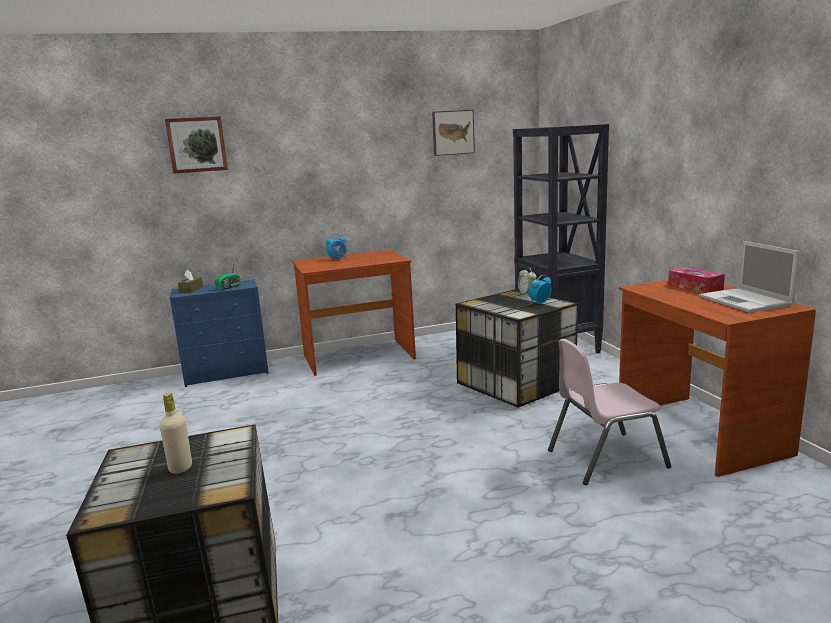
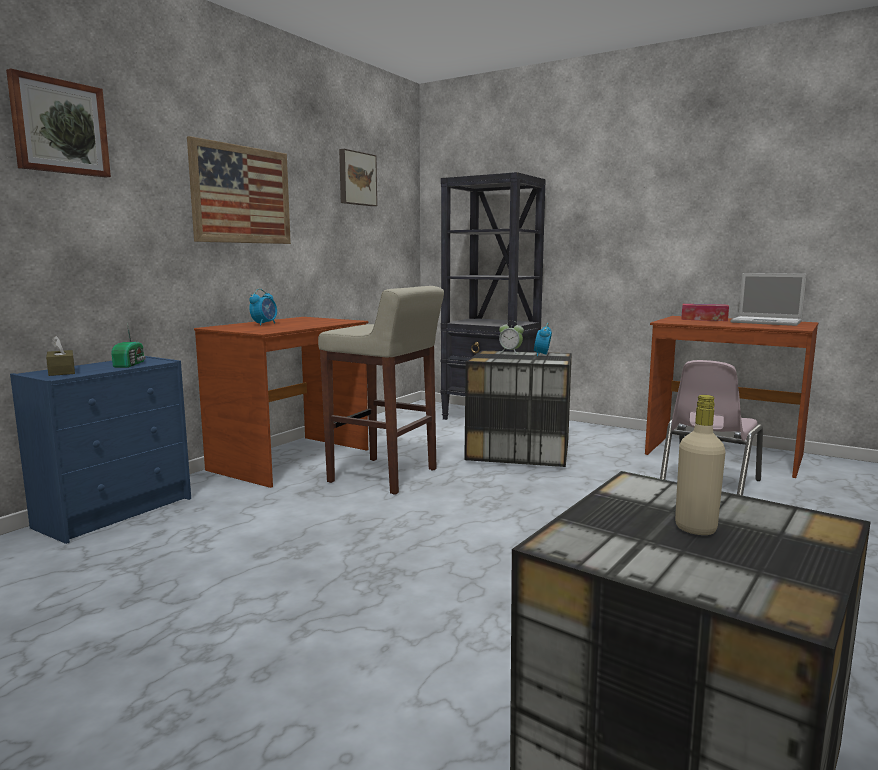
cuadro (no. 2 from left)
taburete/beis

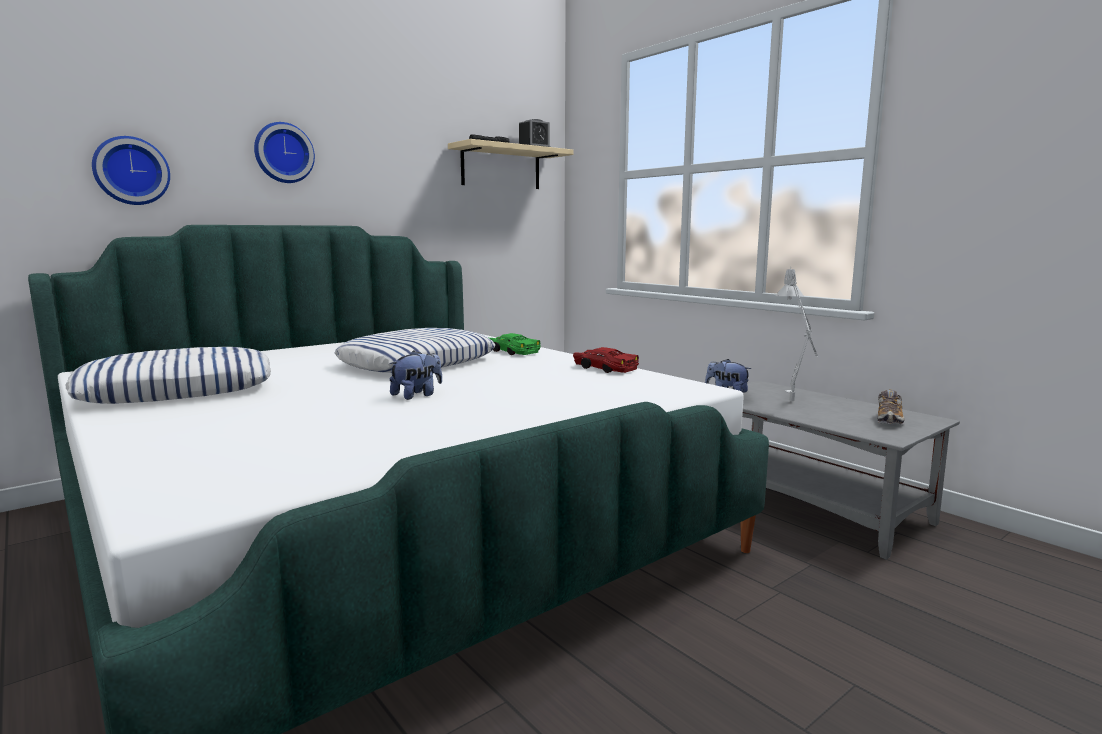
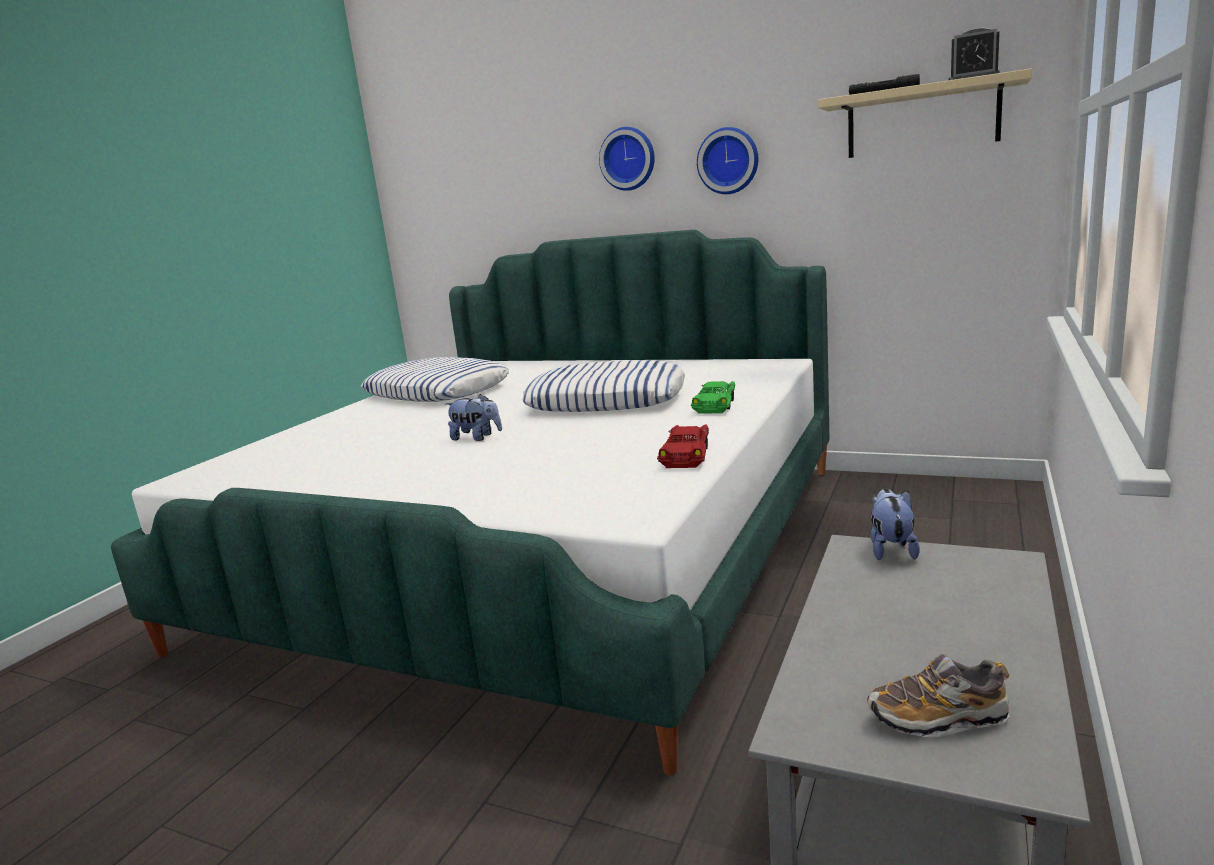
reloj de pared (no. 2 from left)
lámpara de mesa/gris

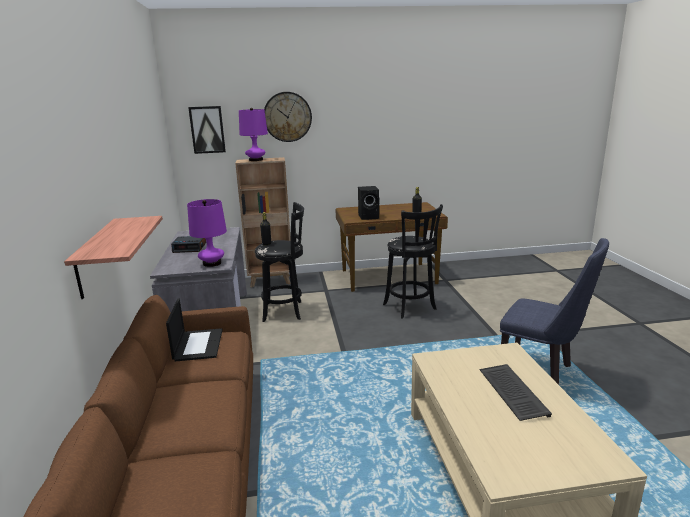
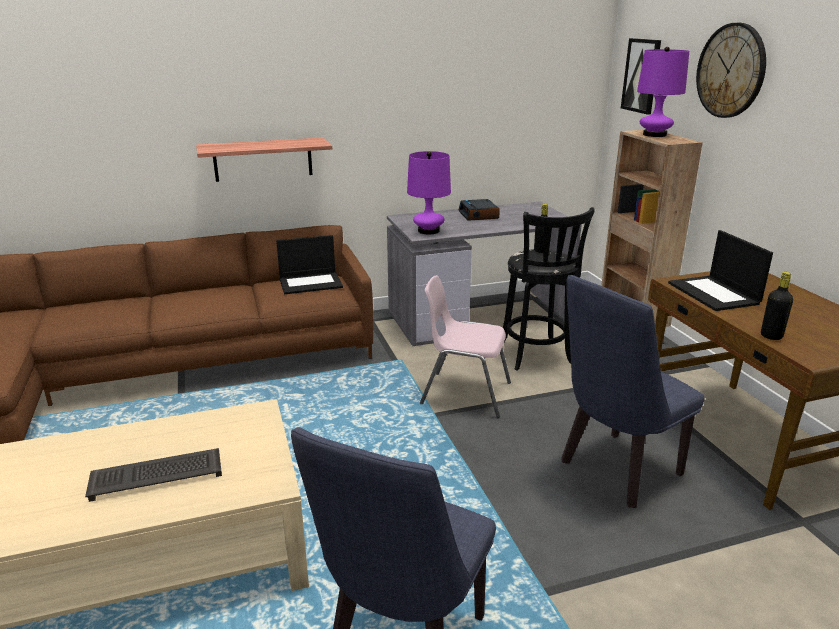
portátil (no. 2 from left)
silla/azul (no. 2 from left)
silla/rosa

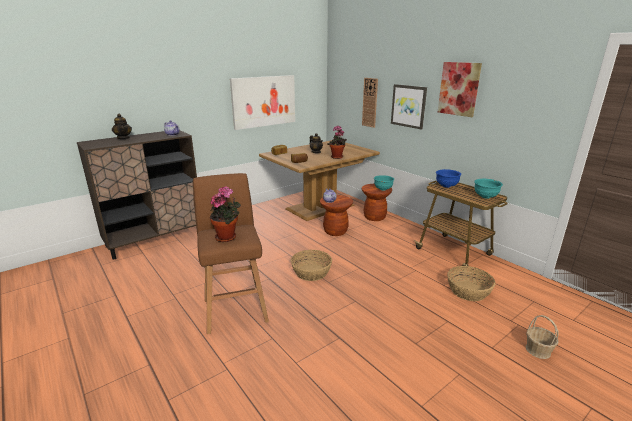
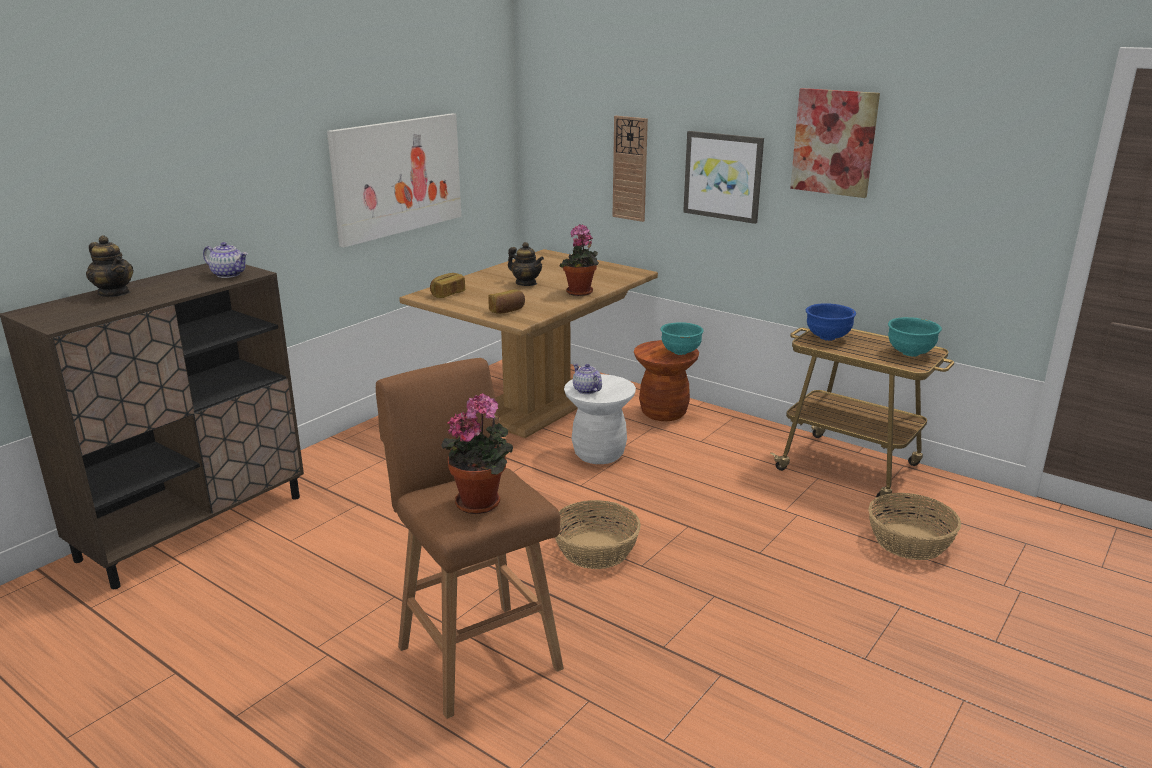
taburete/blanco
cesta (no. 3 from left in the first image)

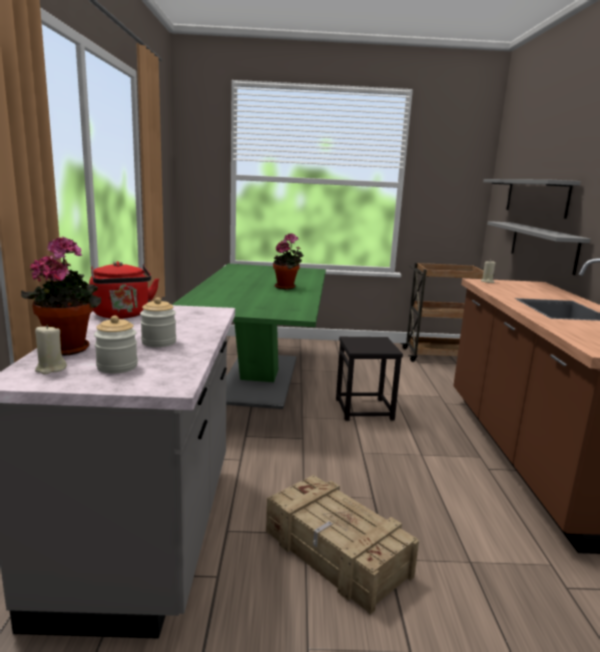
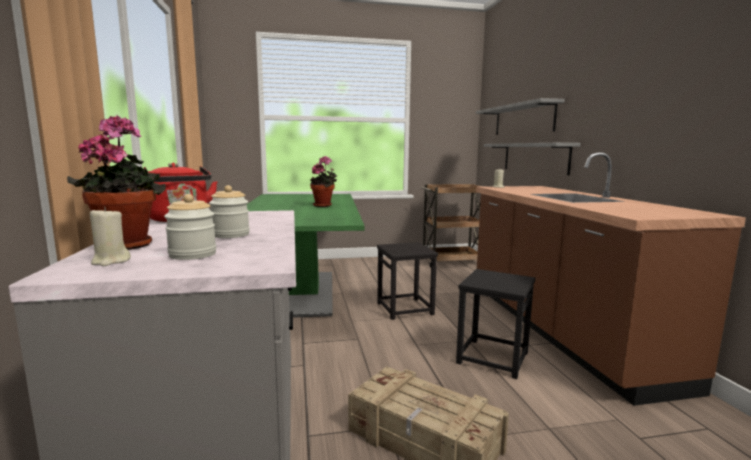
taburete/negro (no. 2 from left)

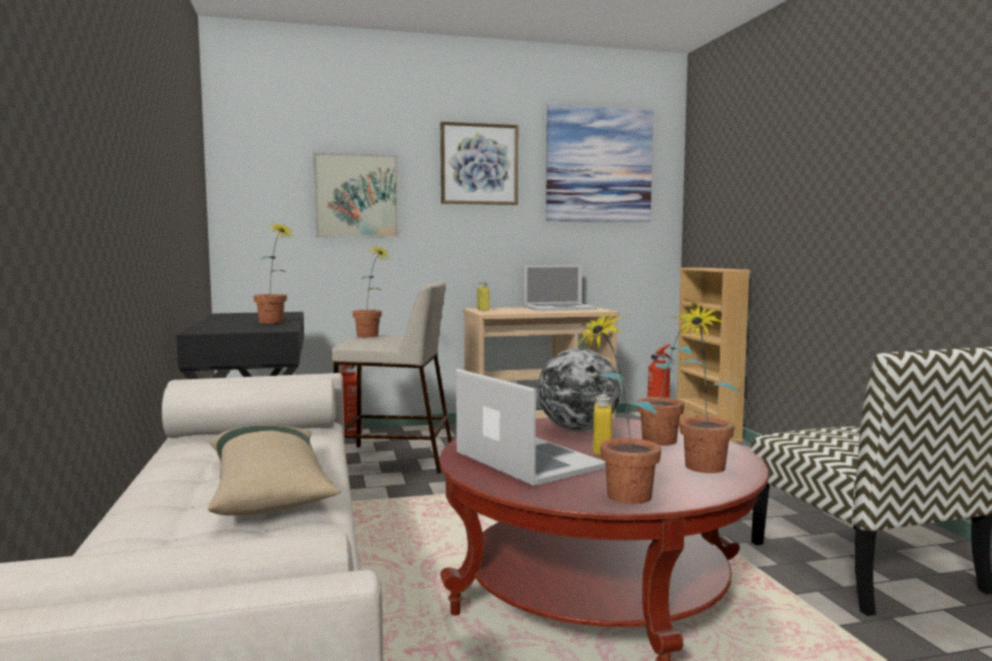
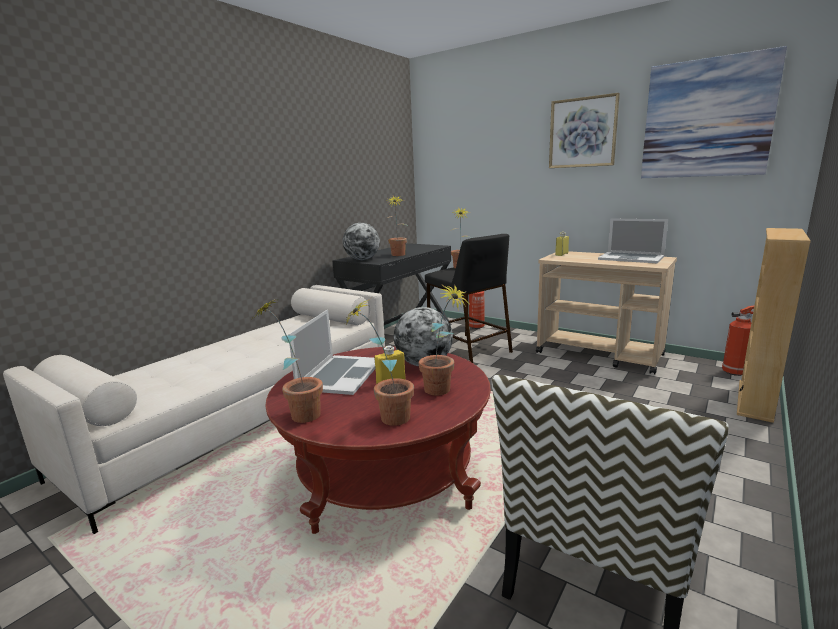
cojín/beis
cuadro (no. 1 from left in the first image)
taburete/negro
globo terráqueo (no. 1 from left)

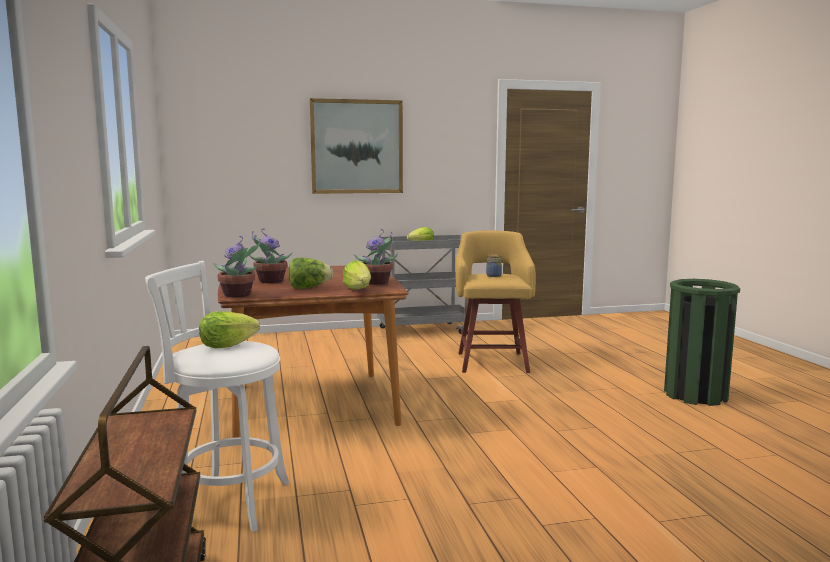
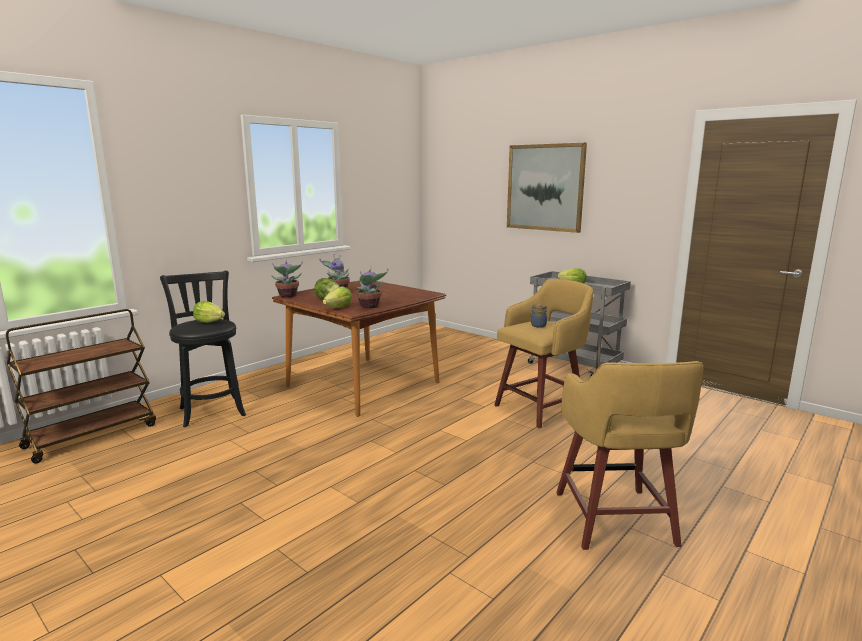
taburete/negro
taburete/amarillo (no. 2 from left)

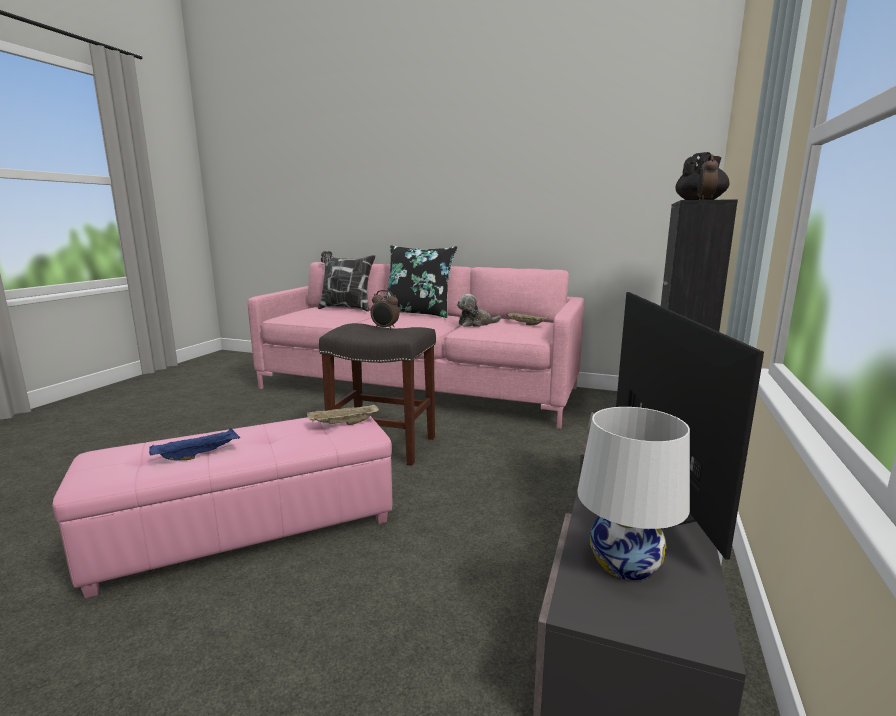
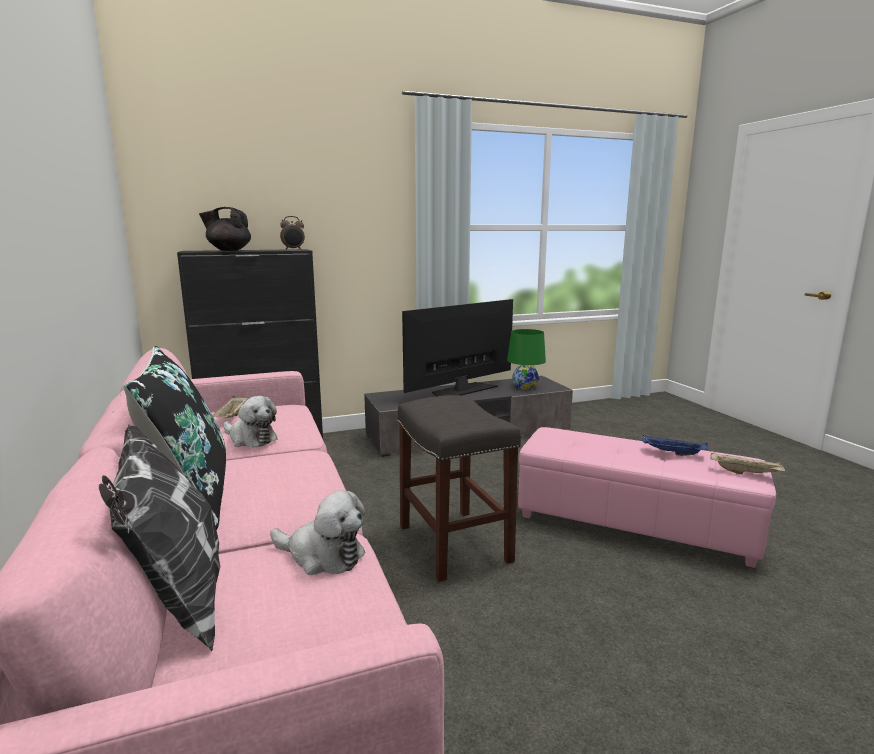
bandeja/beis (no. 2 from left)
despertador (no. 1 from left in the first image)
lámpara de mesa/verde
peluche (no. 2 from left)

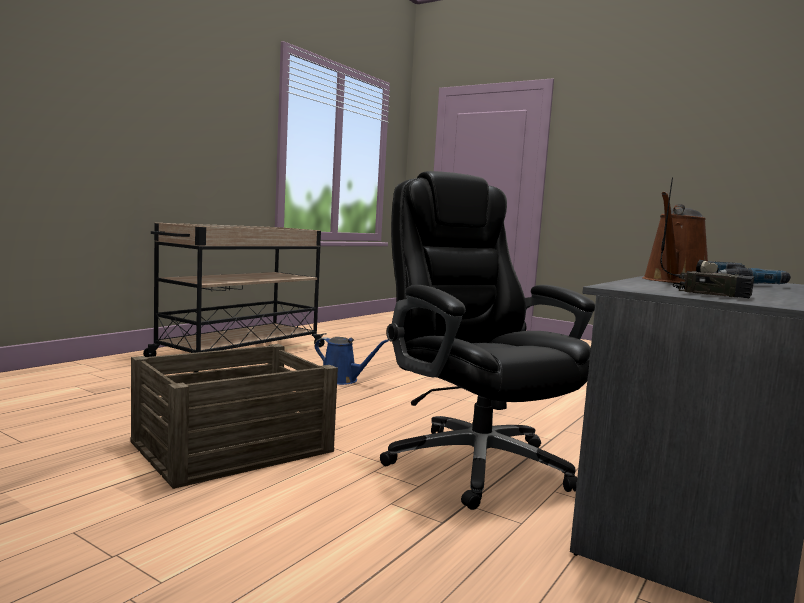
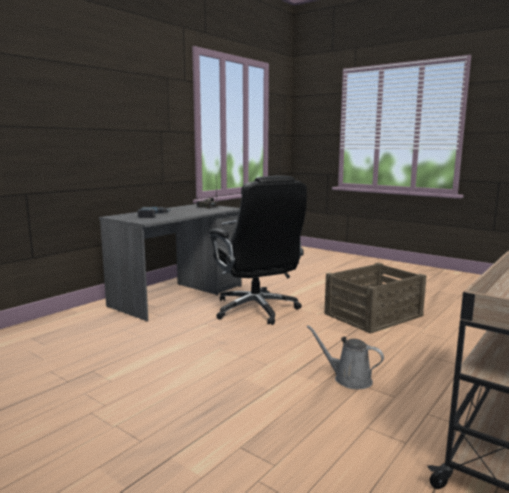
regadera/gris
regadera/marrón

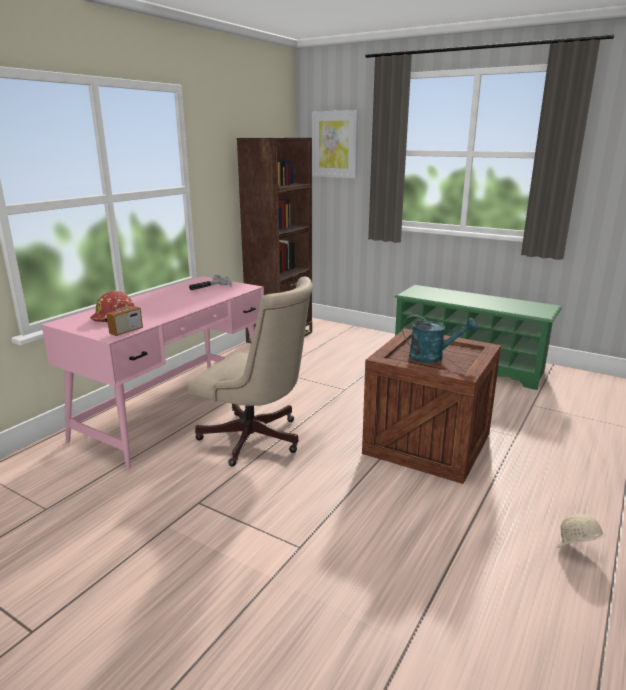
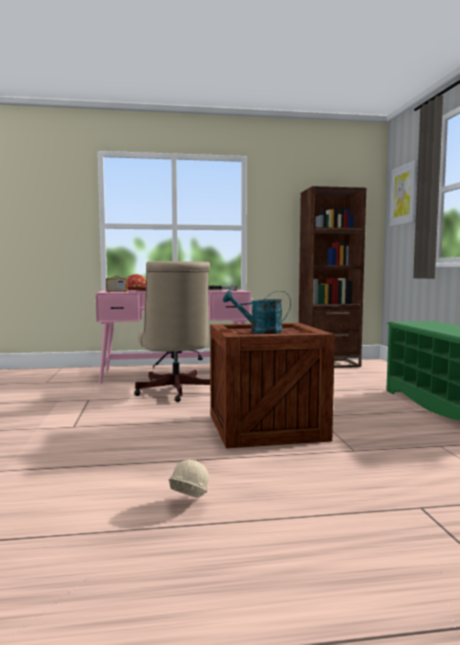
regadera/turquesa

